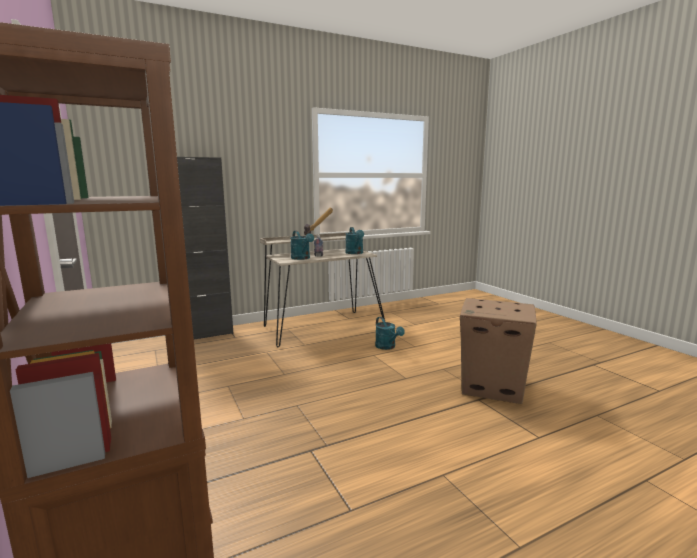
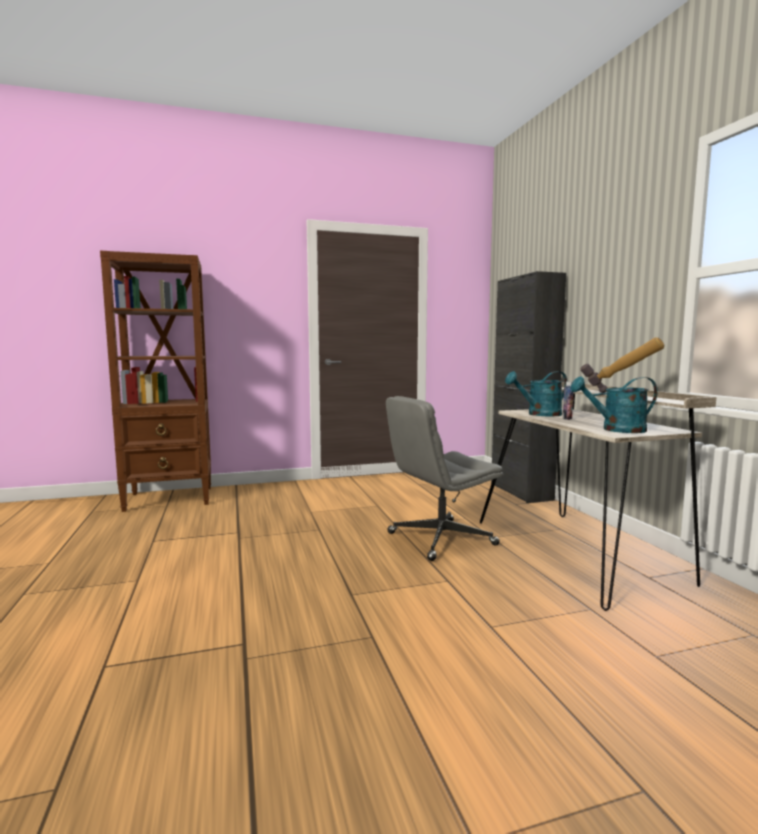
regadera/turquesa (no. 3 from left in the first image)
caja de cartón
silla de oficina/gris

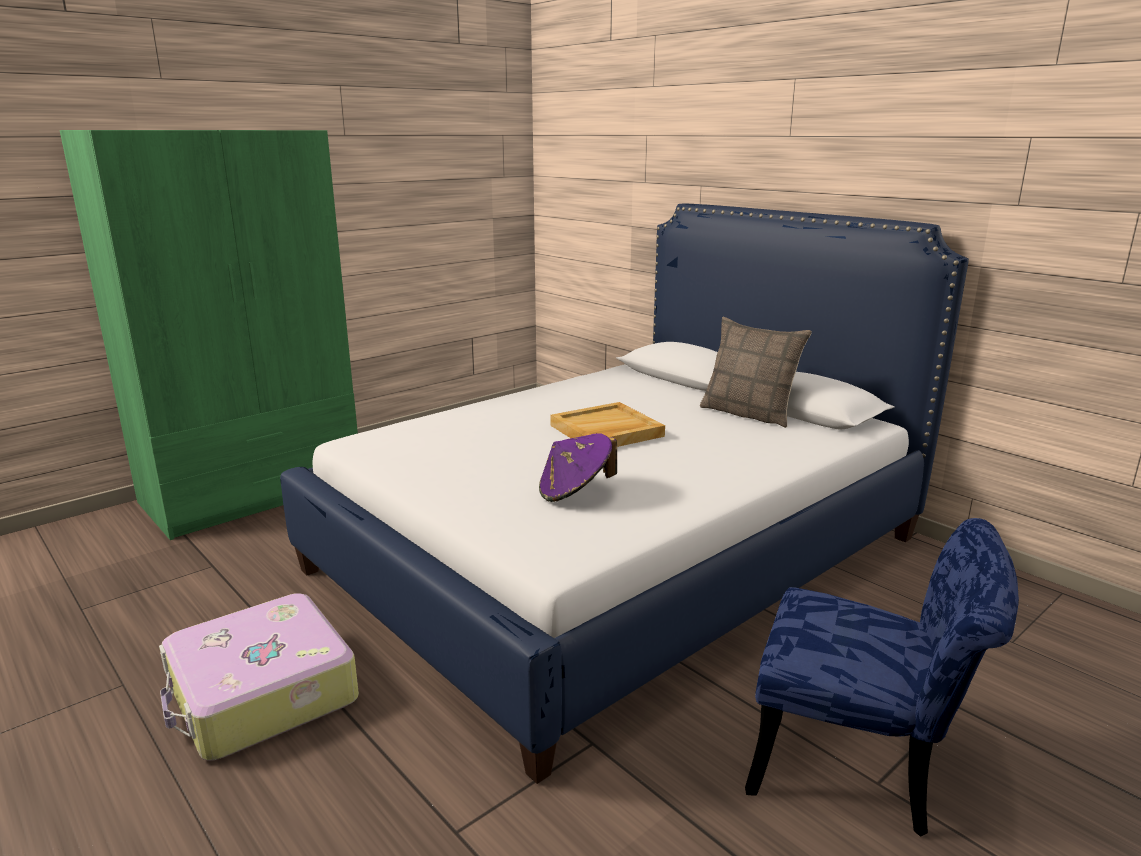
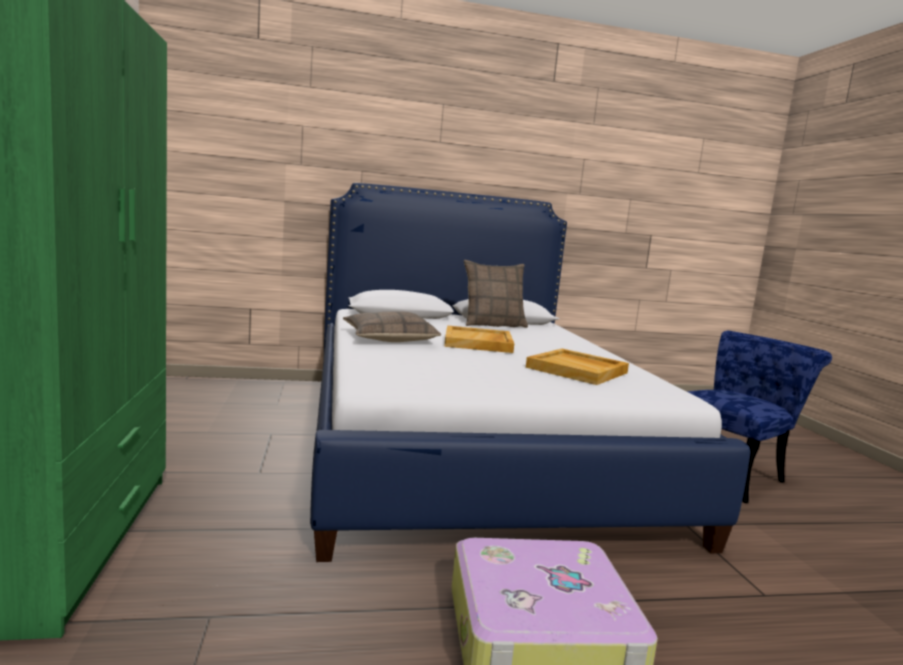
bandeja/beis (no. 2 from left)
cojín (no. 1 from left)

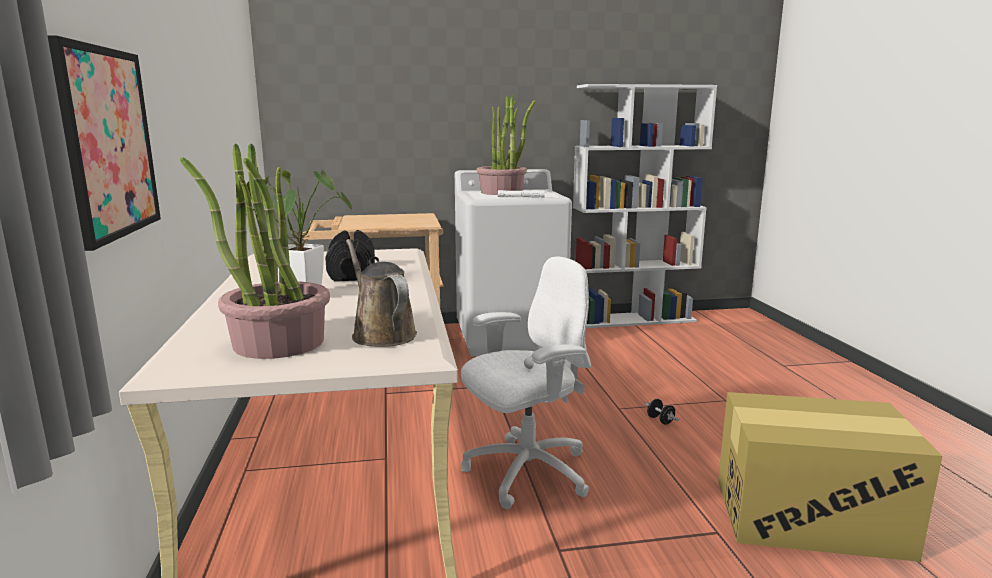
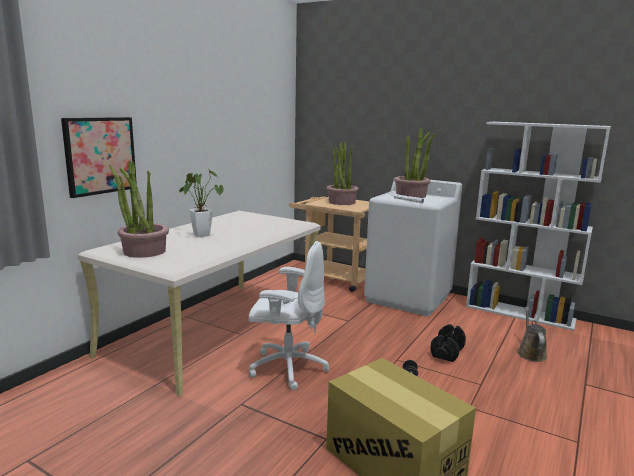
mancuerna/negro (no. 2 from left)
regadera/marrón
planta en maceta (no. 3 from left)

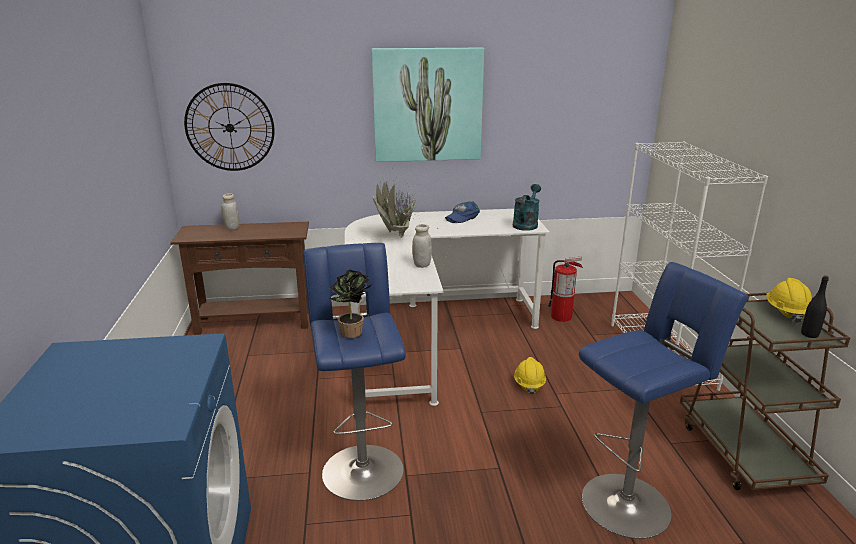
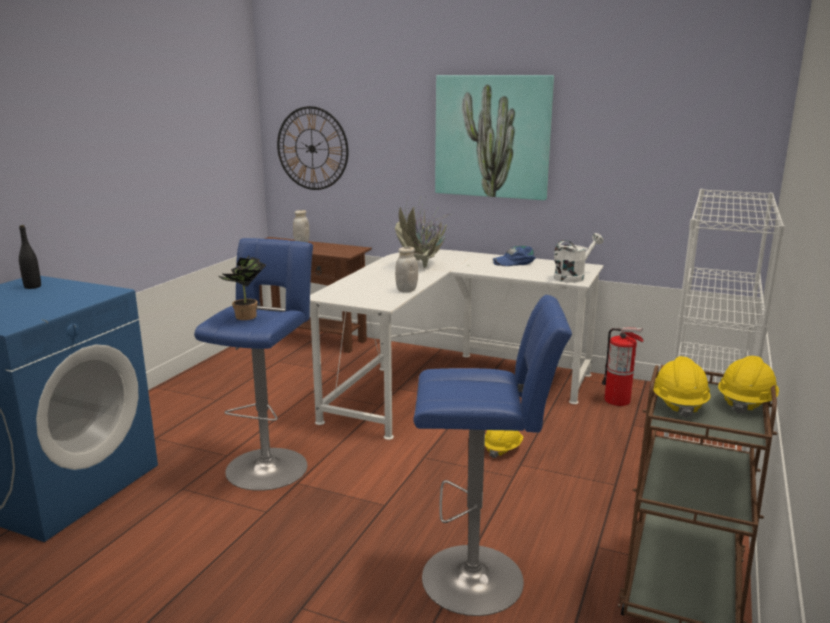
regadera/blanco
botella/negro
casco/amarillo (no. 2 from left)

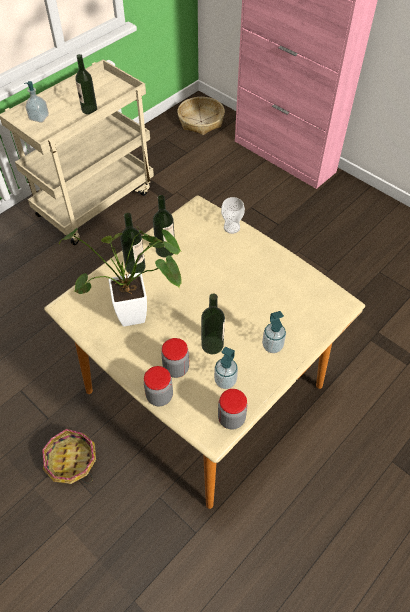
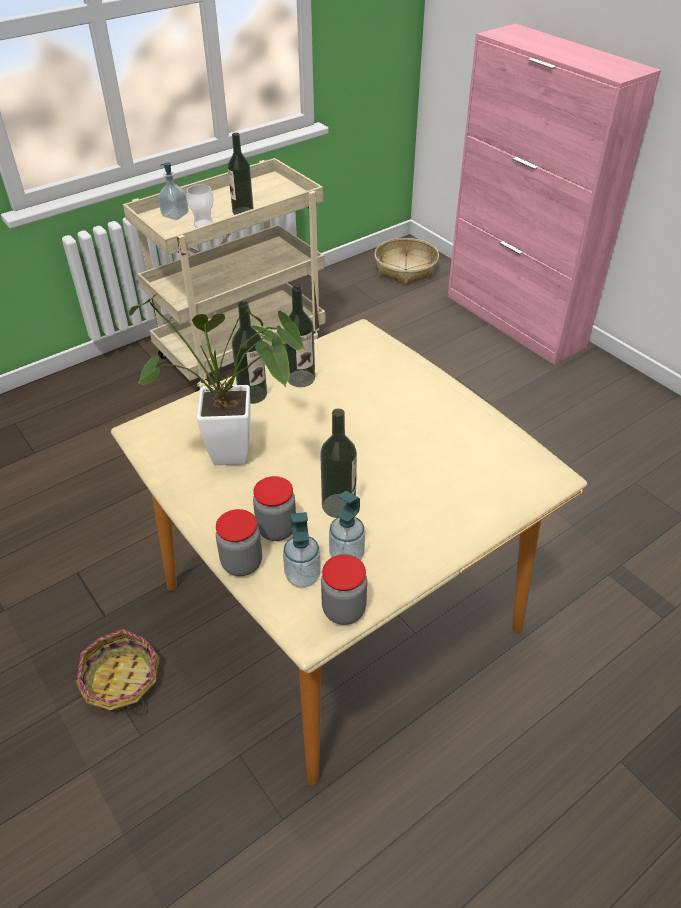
taza
dispensador de jabón (no. 2 from left)

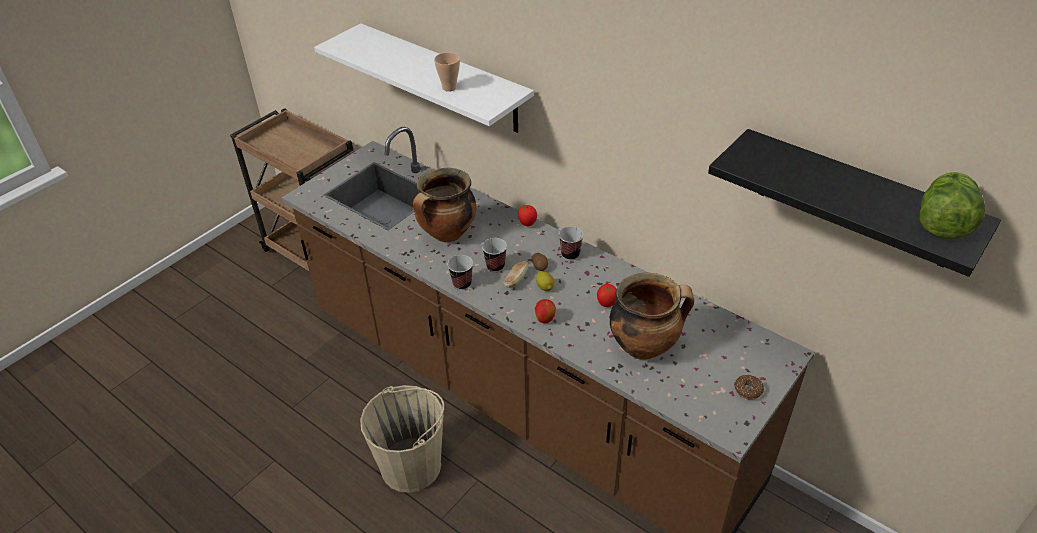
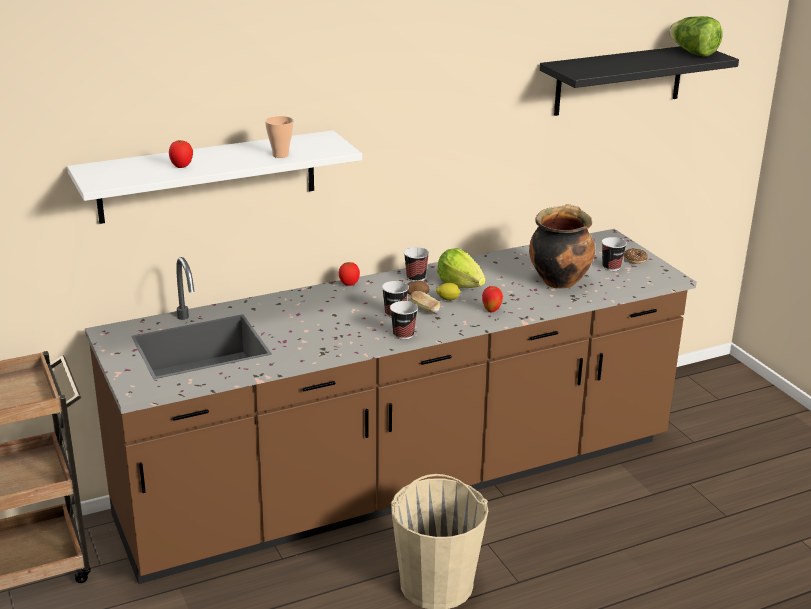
olla (no. 1 from left in the first image)
tomate (no. 1 from left)
lechuga (no. 1 from left)
taza (no. 5 from left)

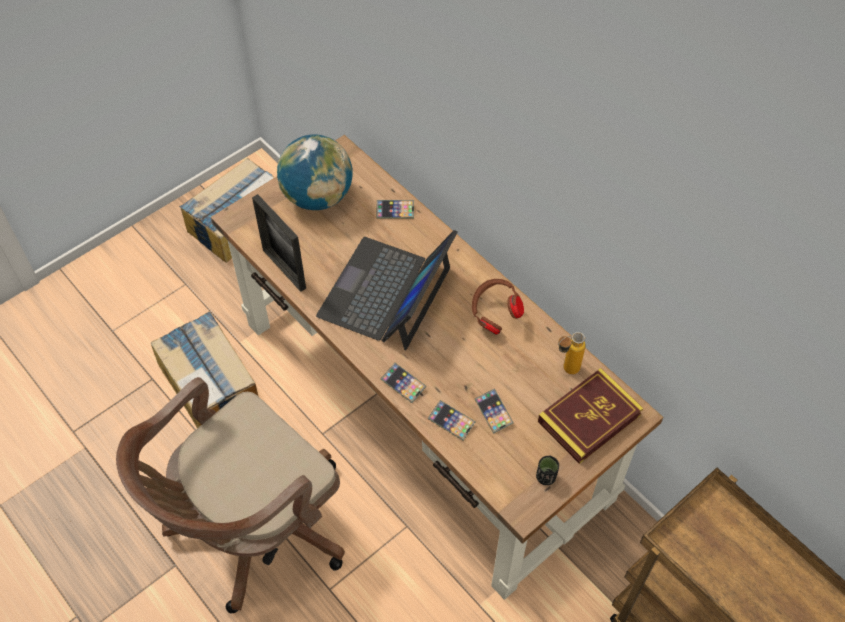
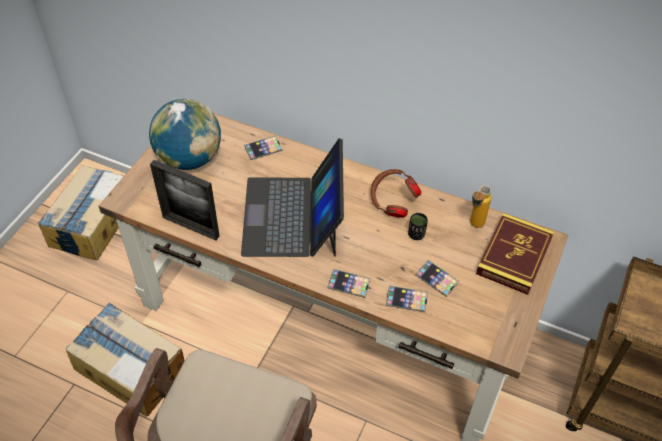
taza/negro

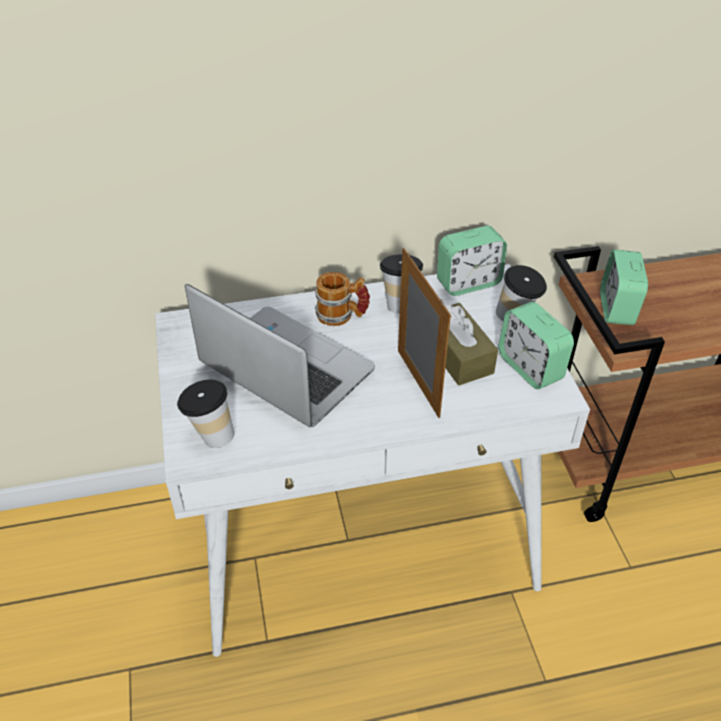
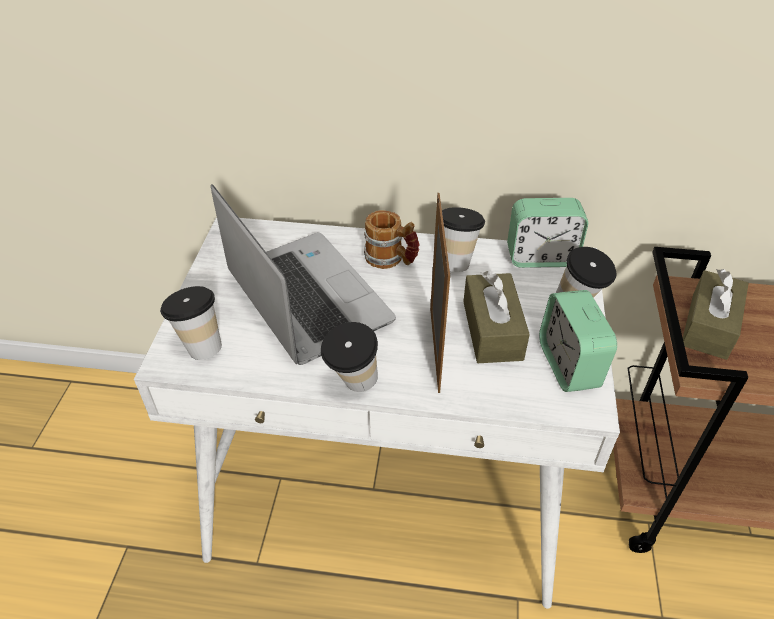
caja de pañuelos/marrón (no. 2 from left)
taza (no. 2 from left)

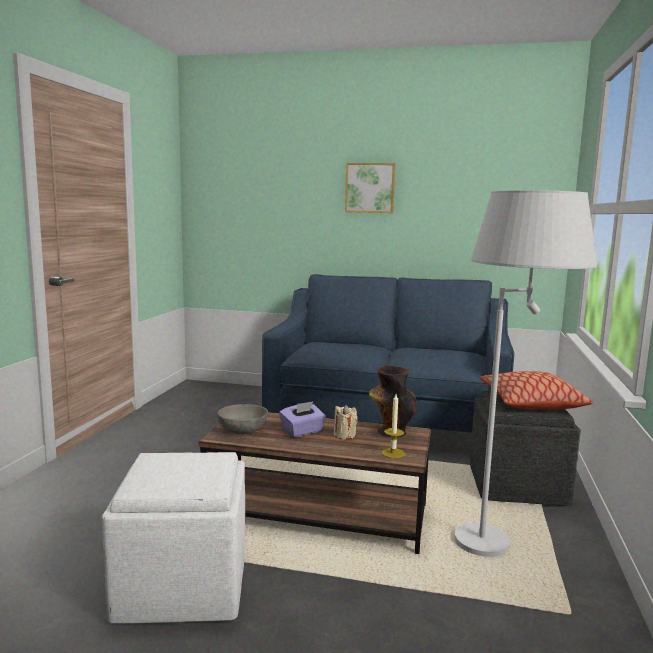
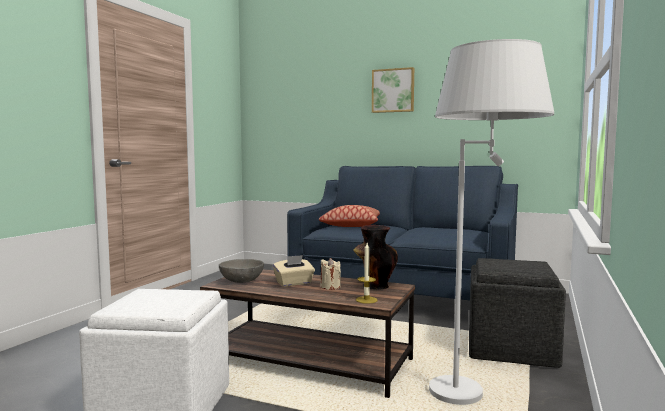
caja de pañuelos/beis
cojín

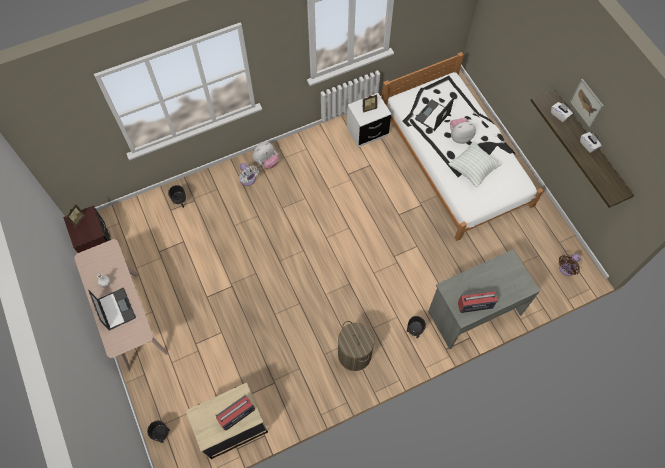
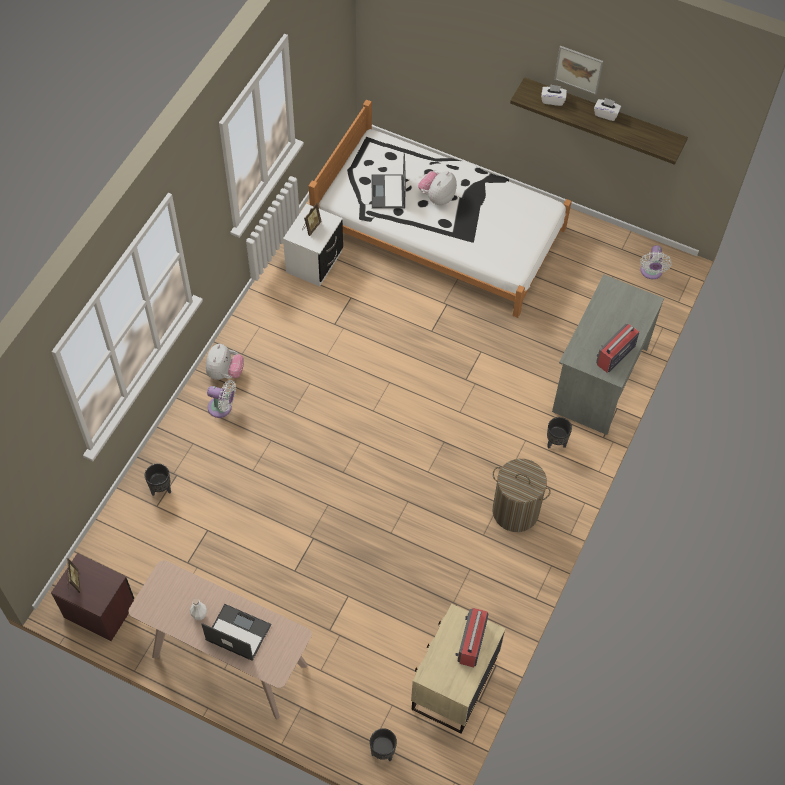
cojín
ventilador/blanco (no. 2 from left)

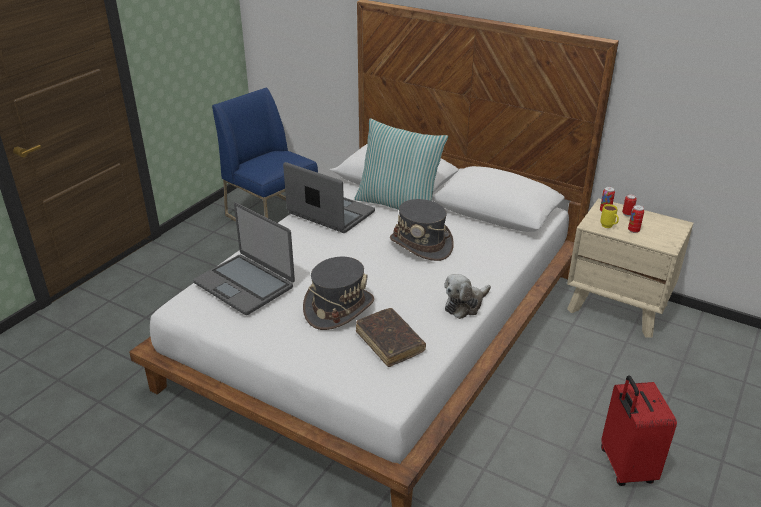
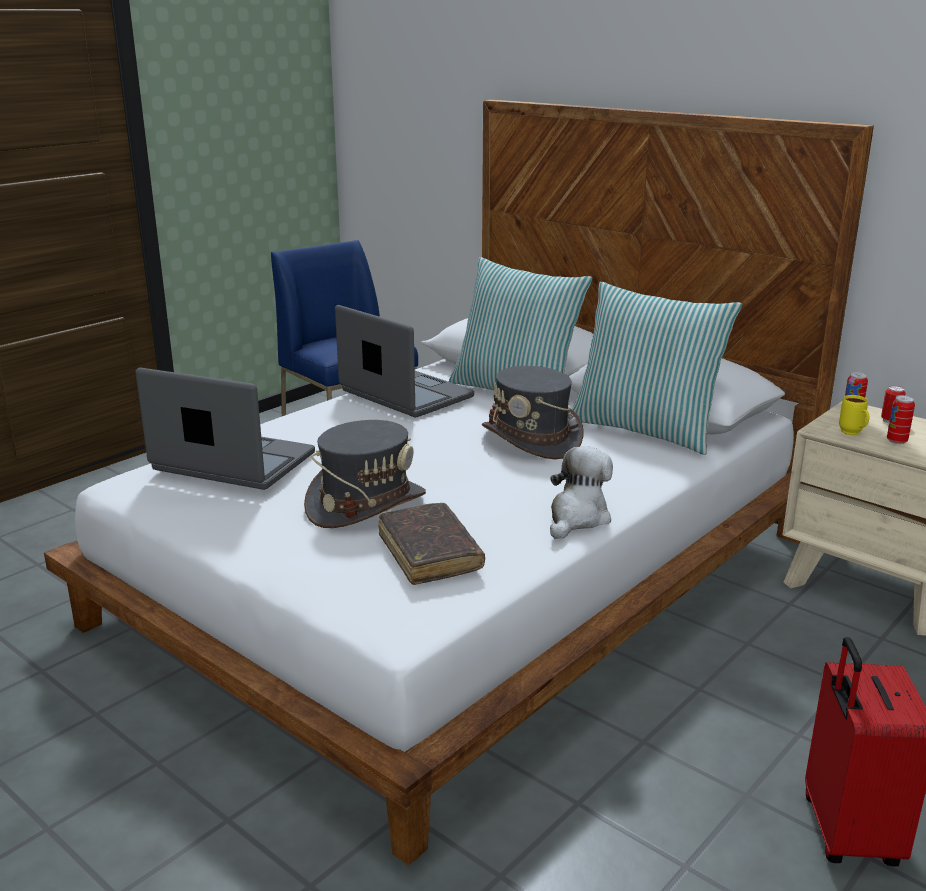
portátil (no. 1 from left)
peluche
cojín (no. 2 from left)

